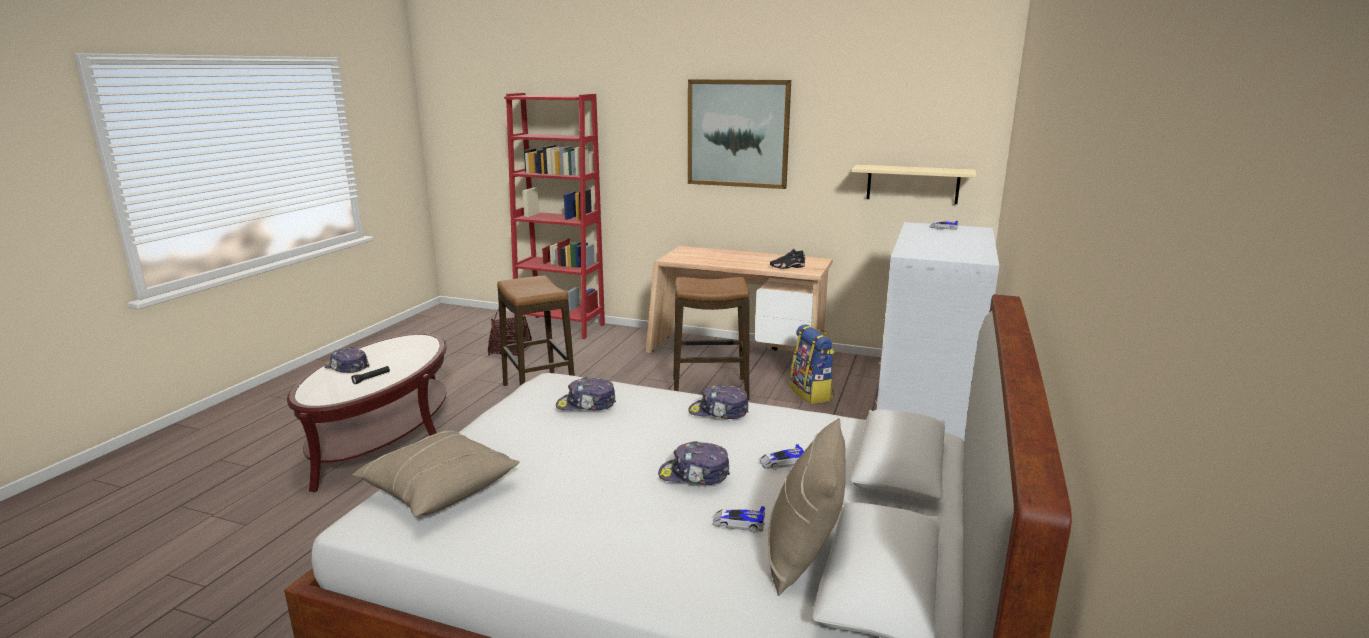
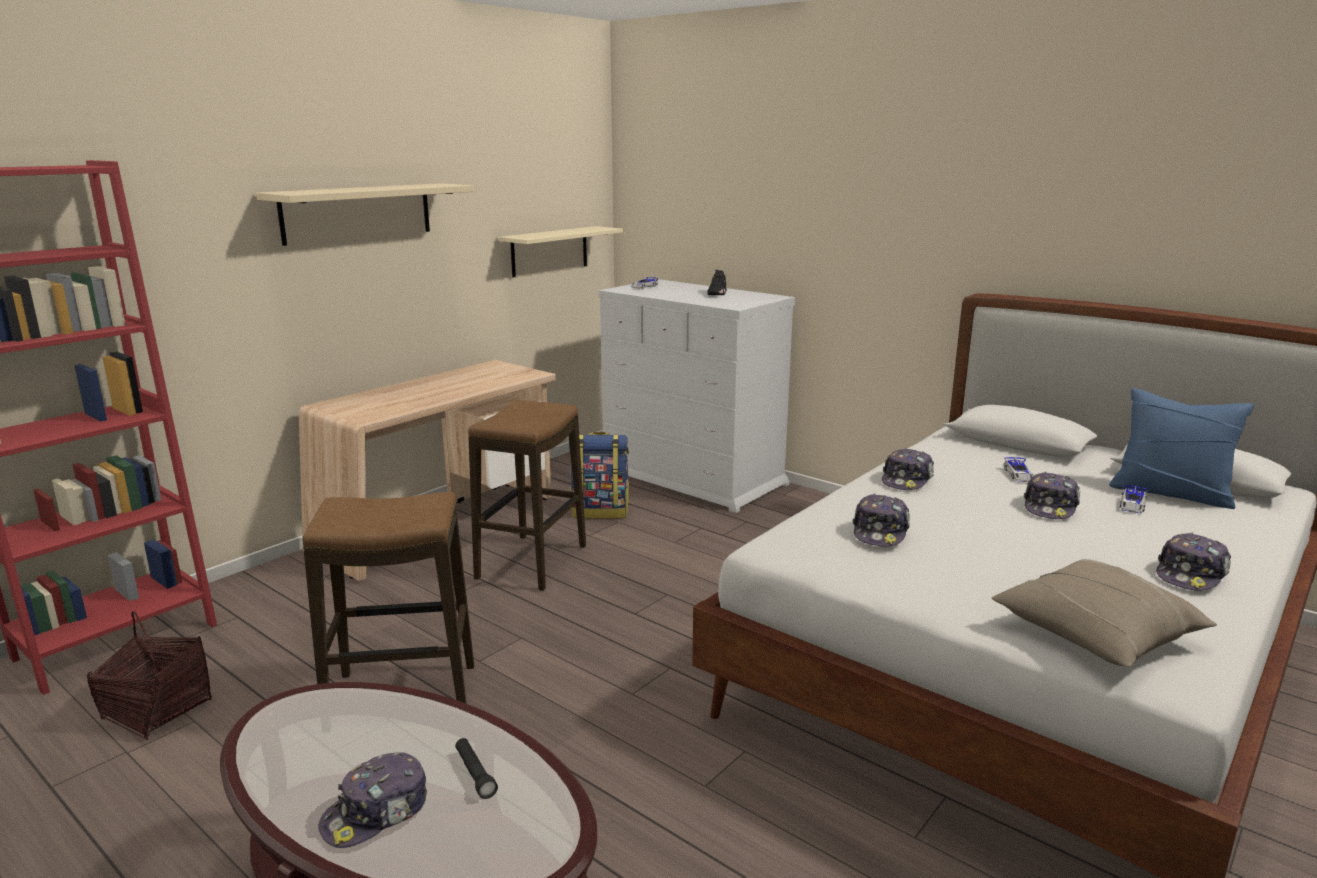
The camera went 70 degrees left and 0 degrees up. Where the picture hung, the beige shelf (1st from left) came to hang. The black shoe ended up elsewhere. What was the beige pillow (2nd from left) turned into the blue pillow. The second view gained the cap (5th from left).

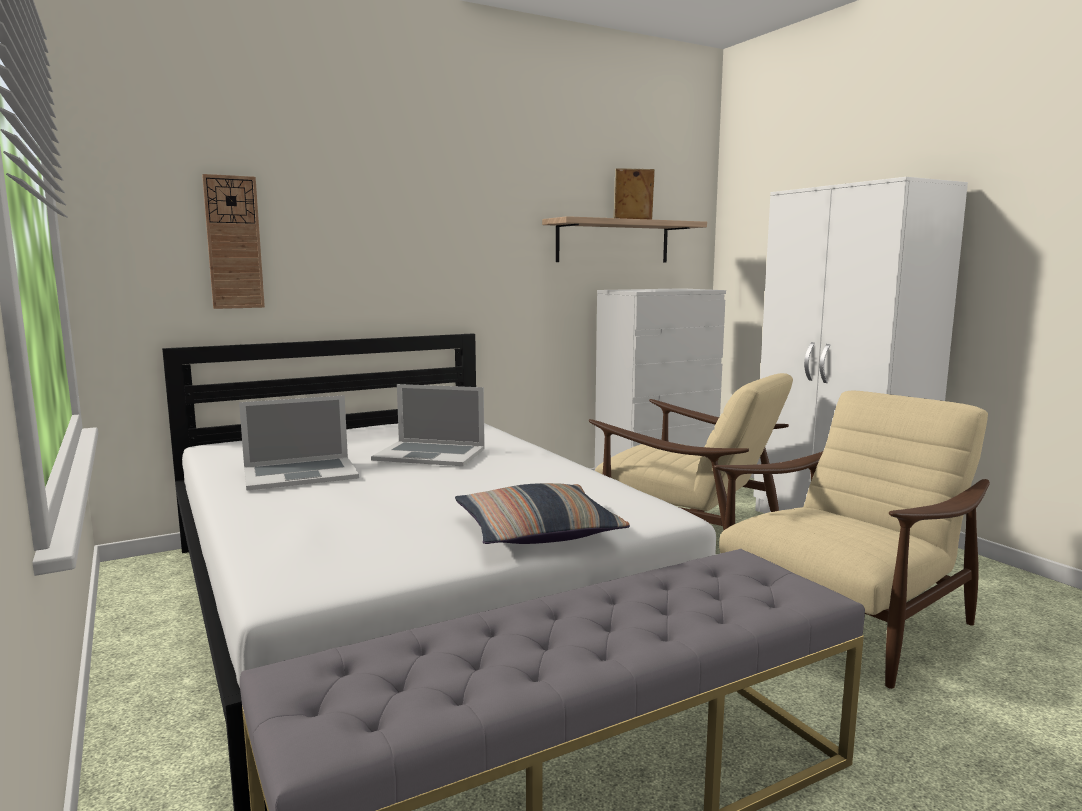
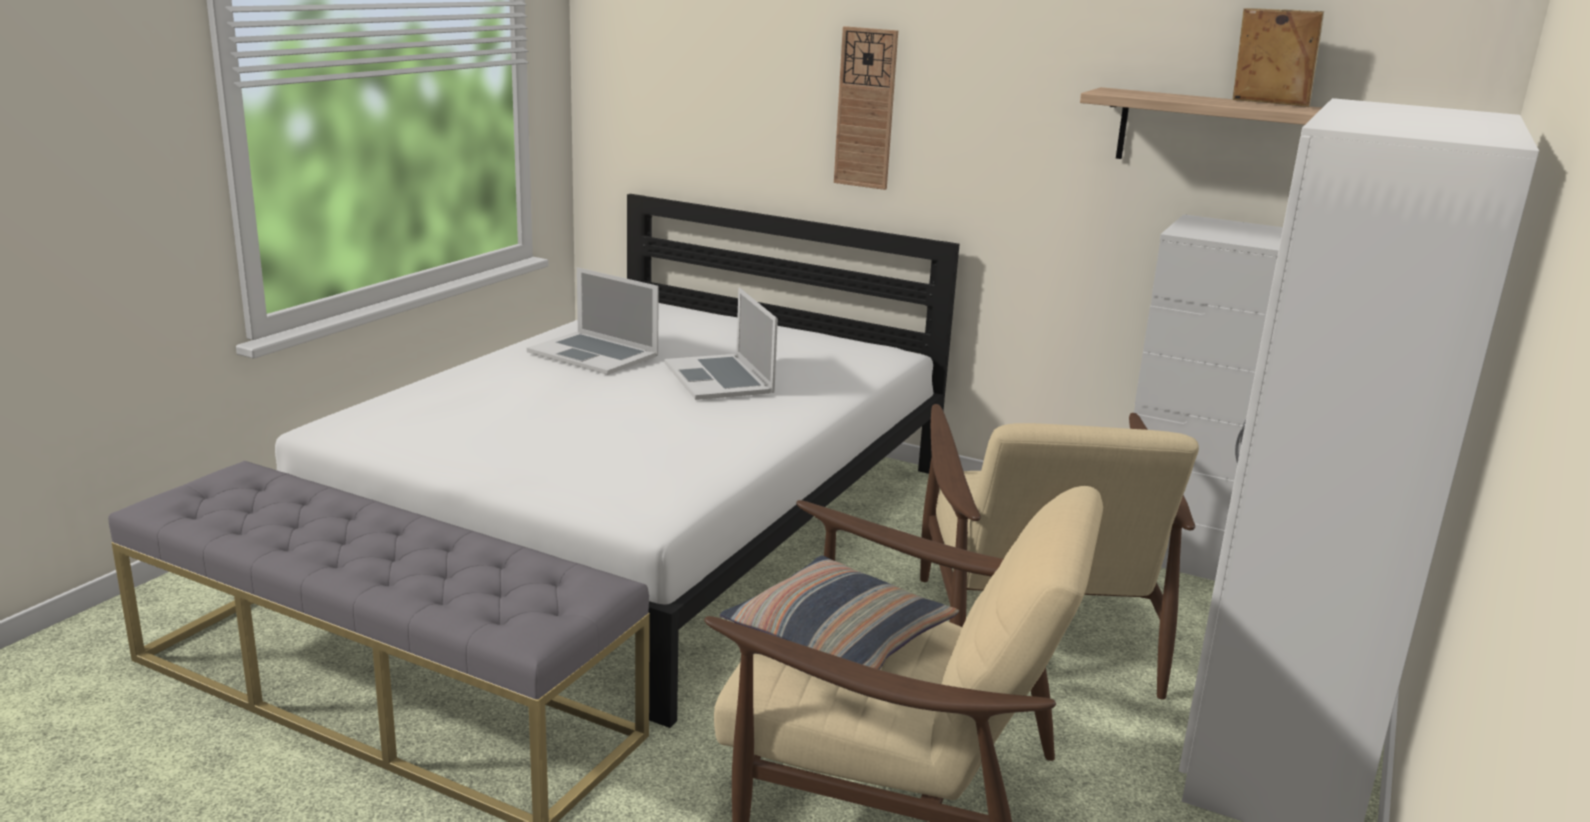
The camera went 55 degrees right and 10 degrees up. The wall clock ended up elsewhere. The pillow ended up elsewhere.

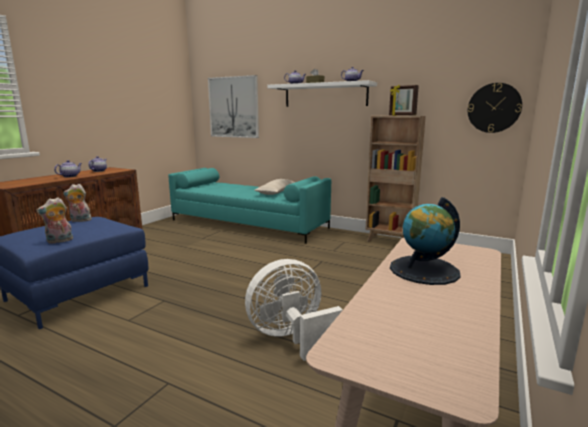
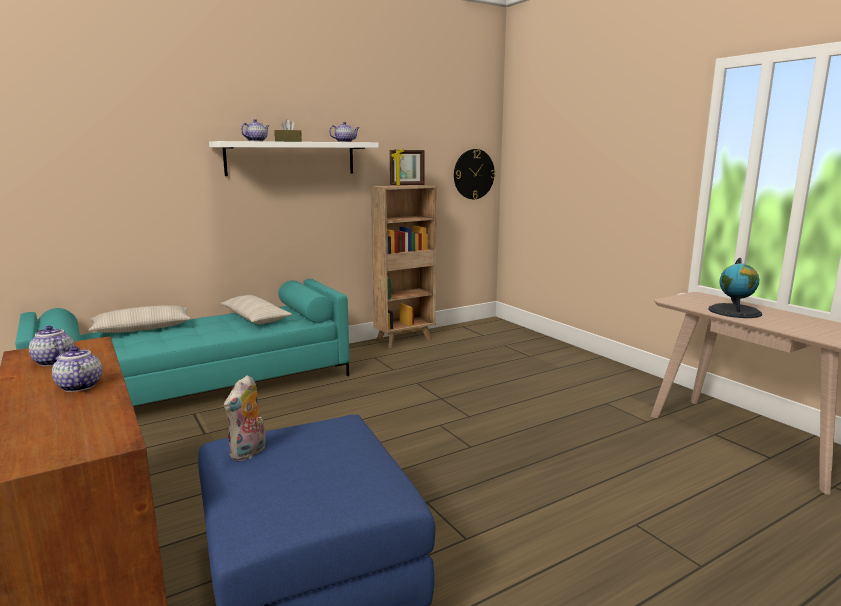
The camera went 60 degrees left and 0 degrees up. The second view lost the picture. The second view lost the plush toy (1st from left). The second view lost the white fan. The second view gained the beige pillow (1st from left).

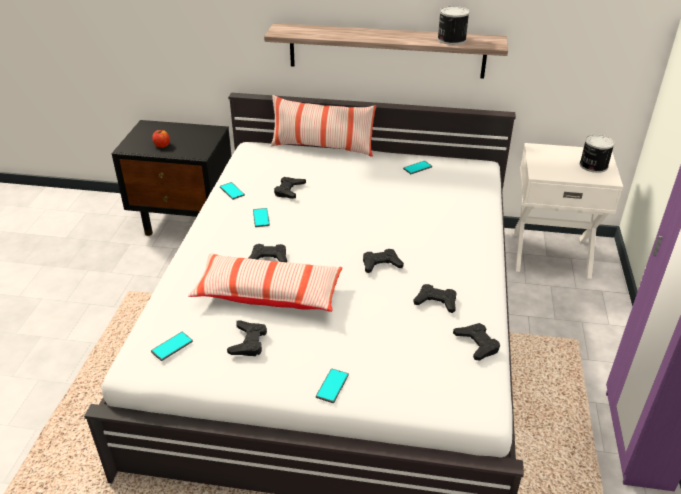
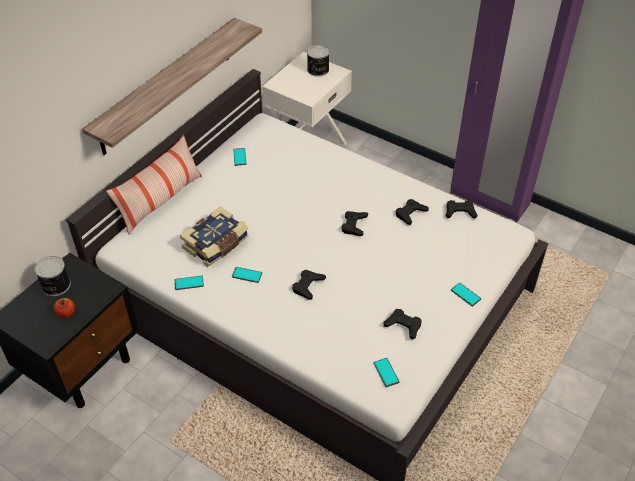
The camera went 65 degrees left and 10 degrees up. The can (1st from left) ended up elsewhere. Where the black game controller (3rd from left) stood, the book came to stand. The second view lost the pillow (1st from left).

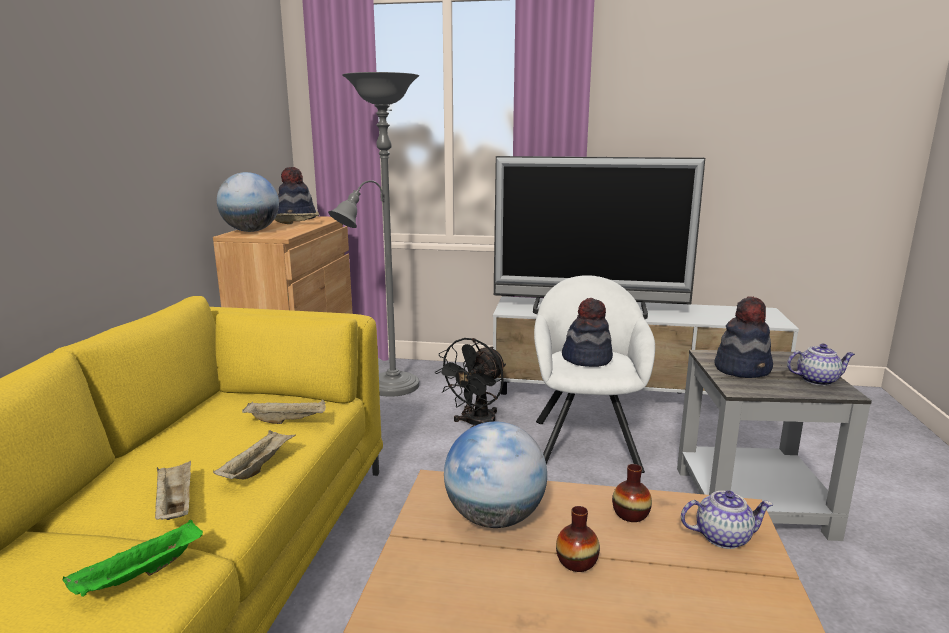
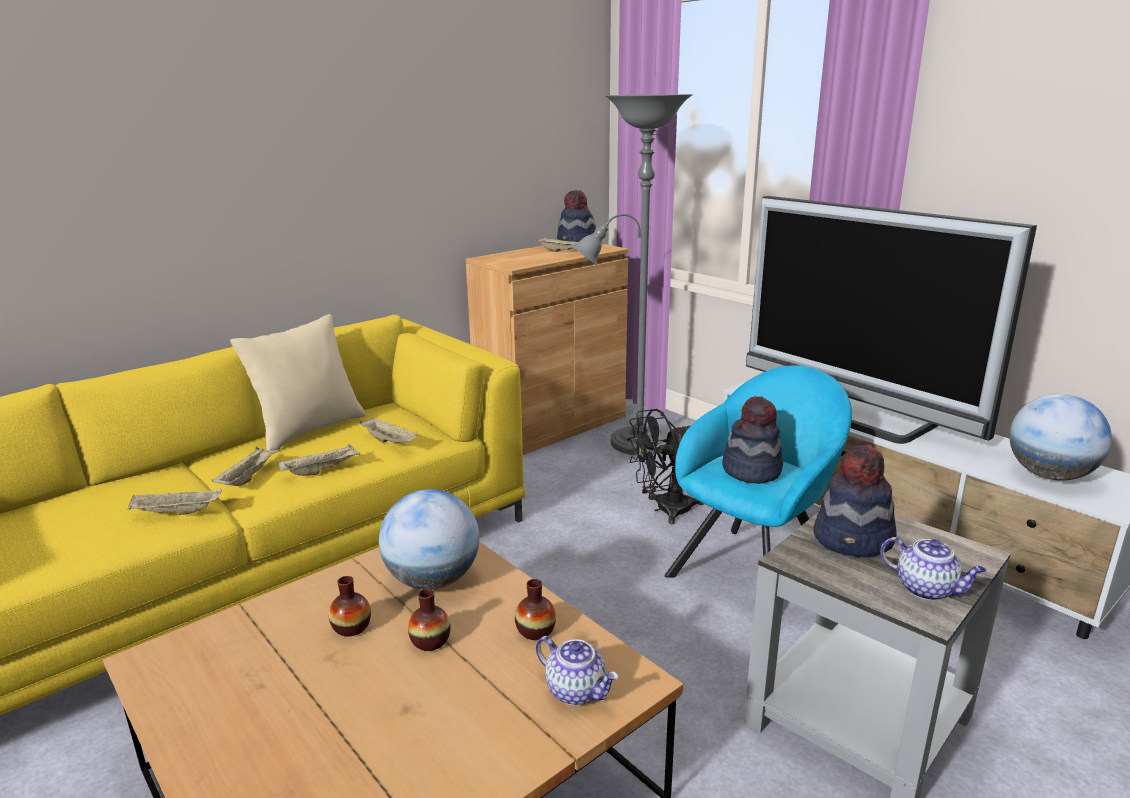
The camera went 40 degrees right and 5 degrees up. The globe (1st from left in the first image) ended up elsewhere. What was the white armchair turned into the turquoise armchair. What was the green tray turned into the beige tray (1st from left). The second view gained the beige pillow. The second view gained the vase (1st from left).

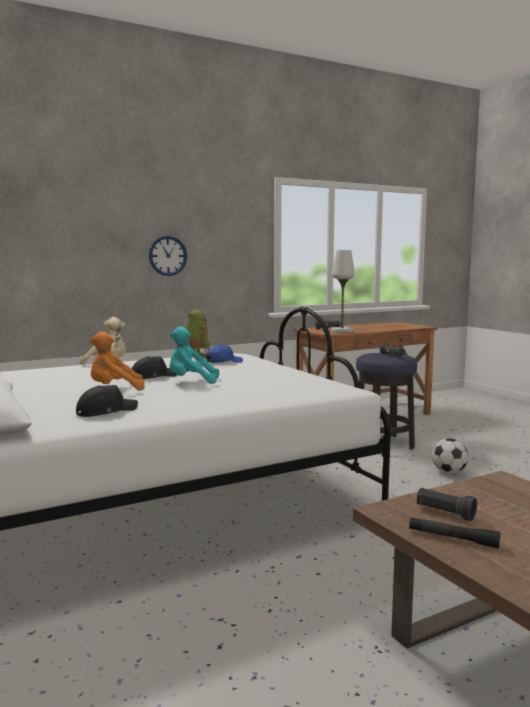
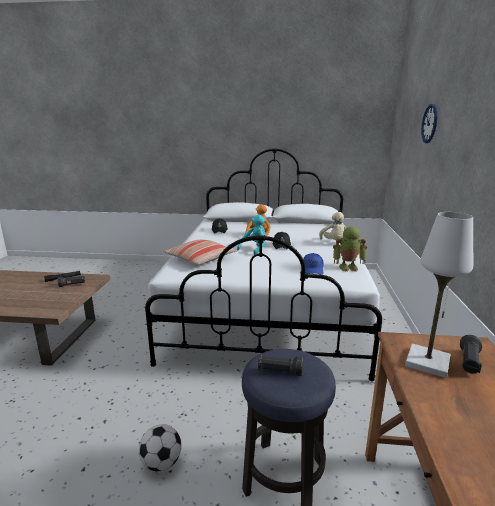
The camera went 125 degrees right and 10 degrees up. The wall clock ended up elsewhere. The second view gained the pillow.

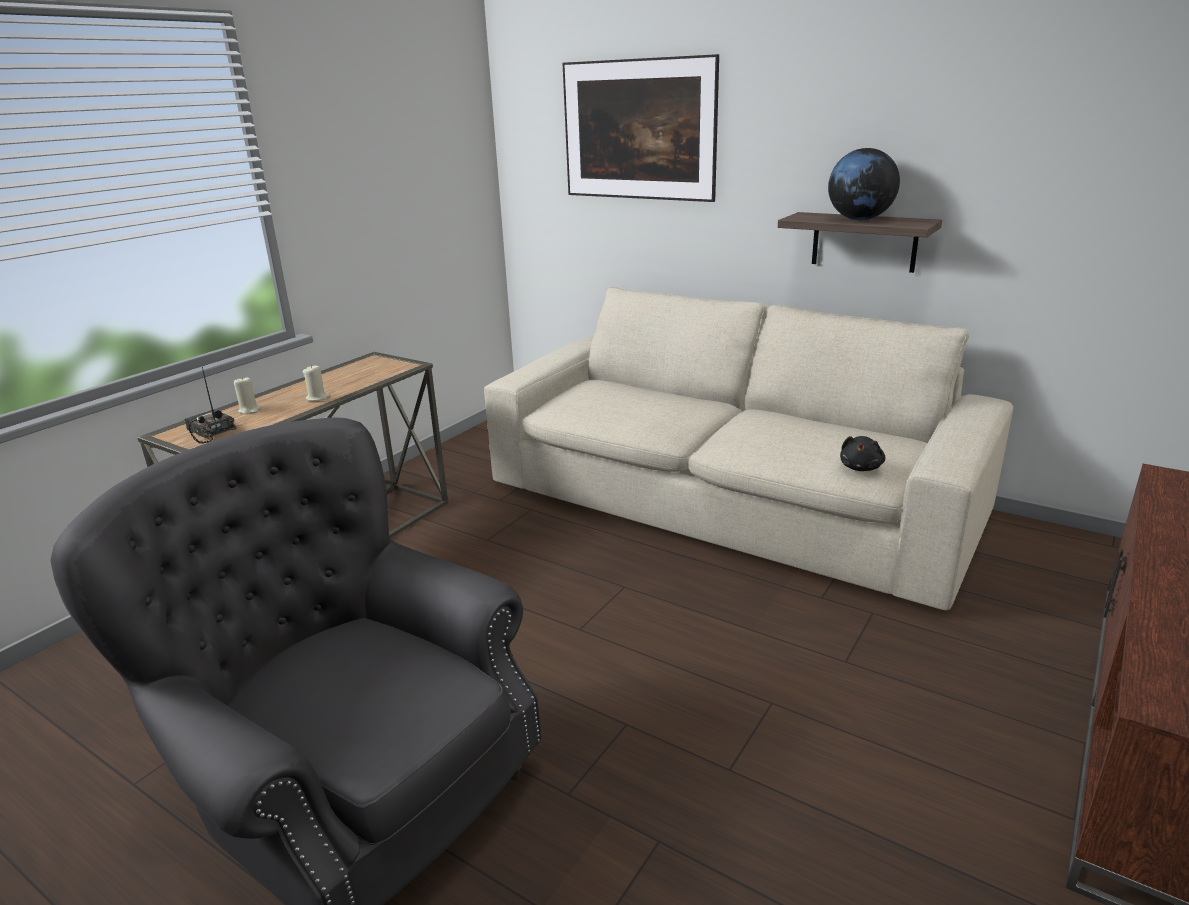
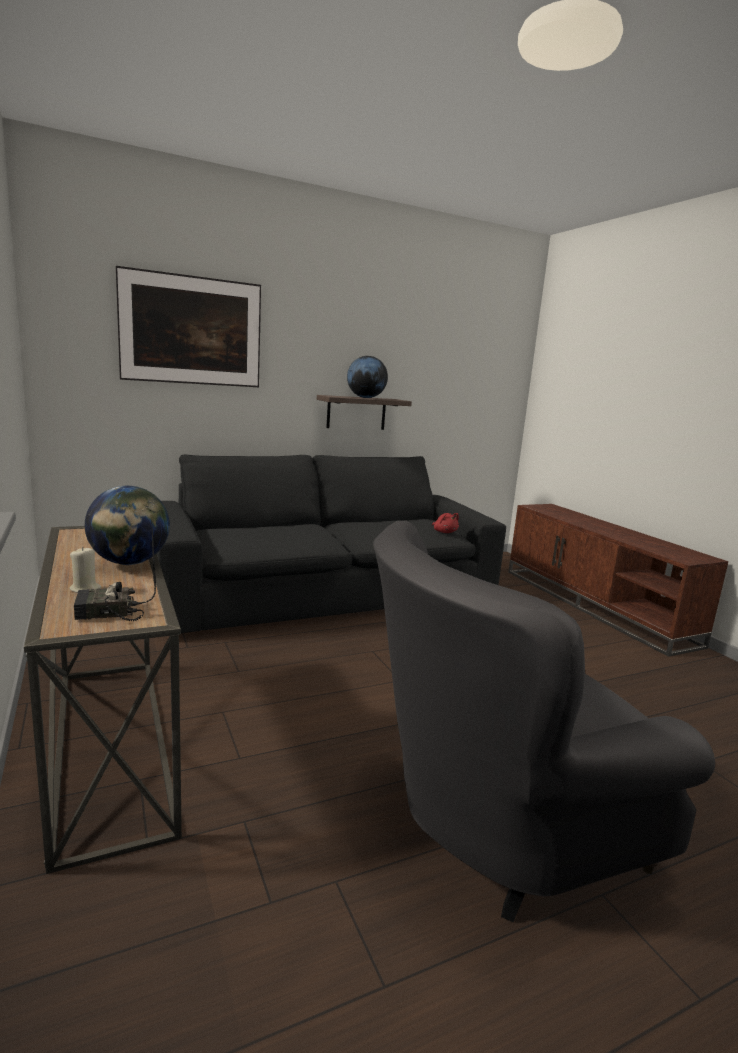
The camera went 60 degrees left and 10 degrees down. What was the beige sofa turned into the black sofa. Where the beige candle (2nd from left) stood, the globe (1st from left) came to stand. What was the black plush toy turned into the red plush toy.

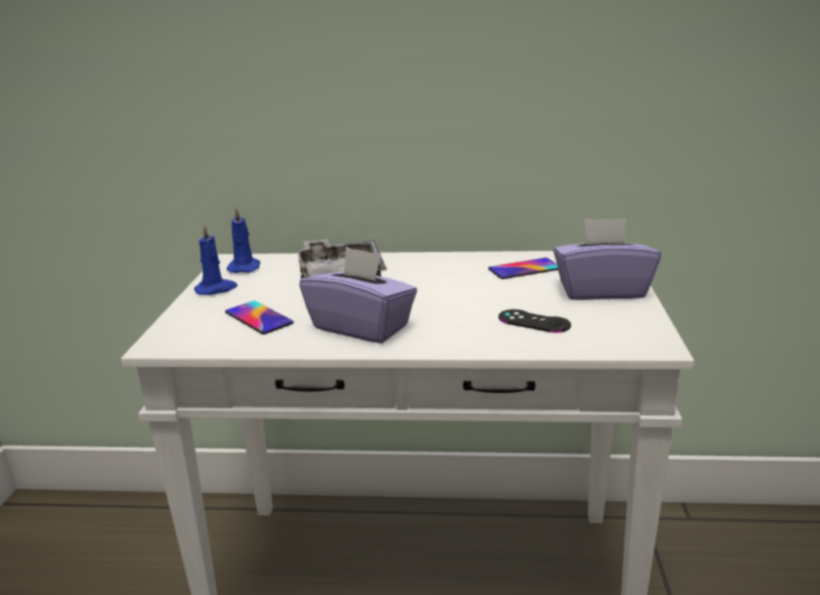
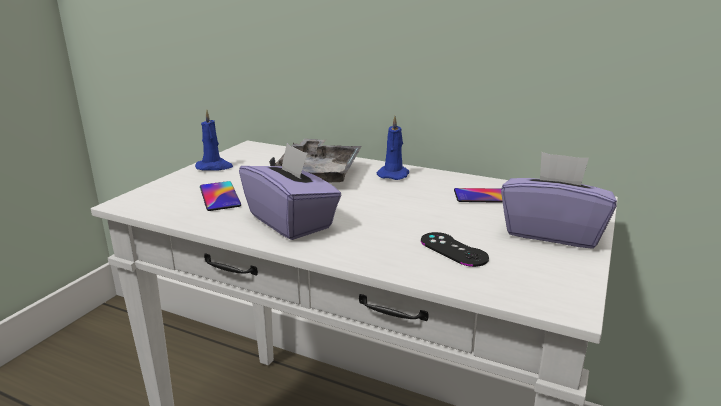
The camera went 20 degrees right and 0 degrees up. The blue candle (2nd from left) ended up elsewhere.

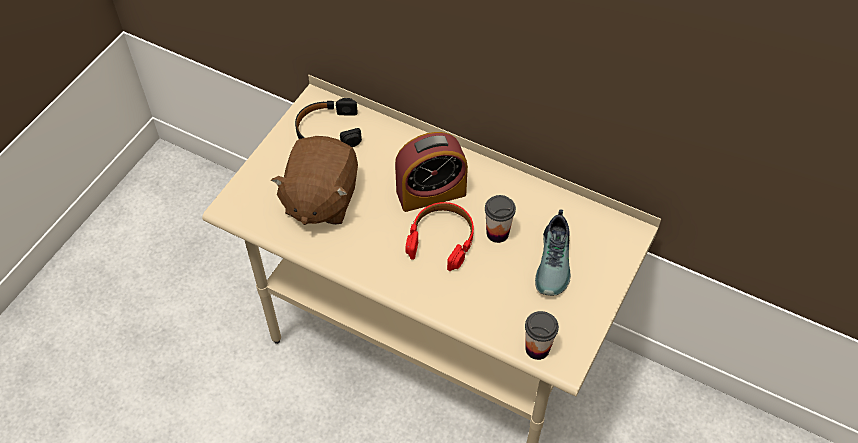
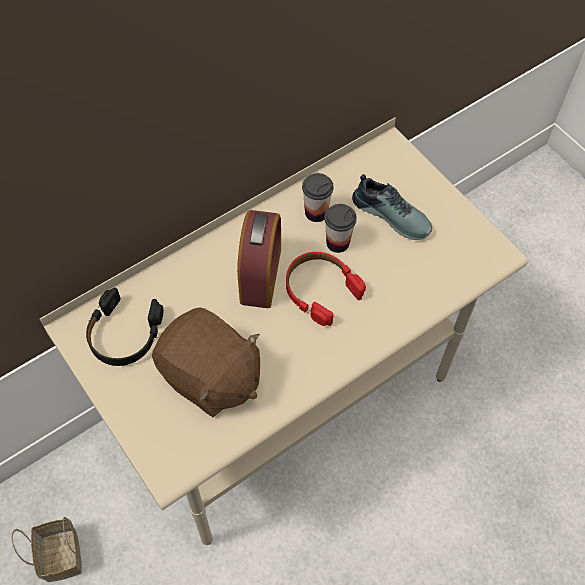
The camera went 65 degrees left and 5 degrees up. The cup (2nd from left in the first image) ended up elsewhere. The second view gained the basket.

